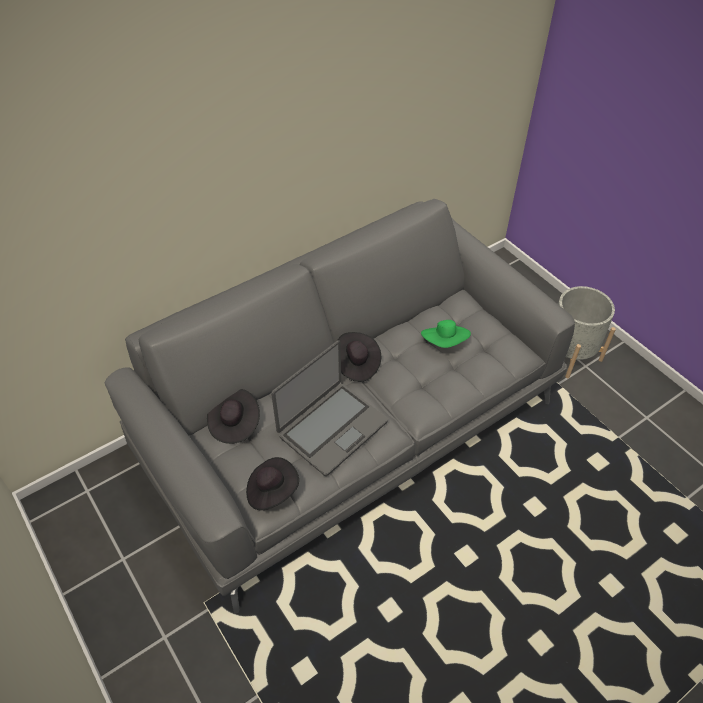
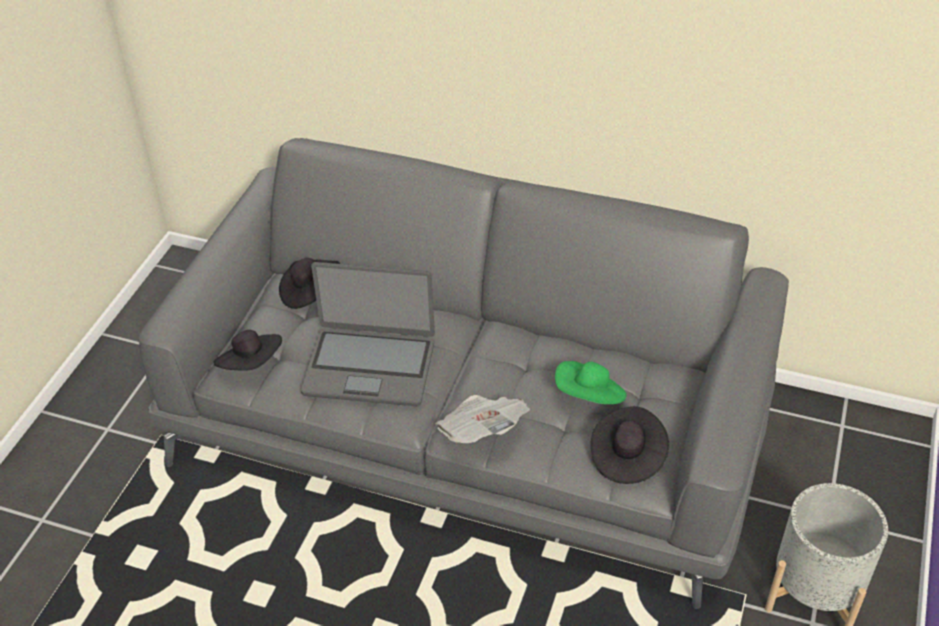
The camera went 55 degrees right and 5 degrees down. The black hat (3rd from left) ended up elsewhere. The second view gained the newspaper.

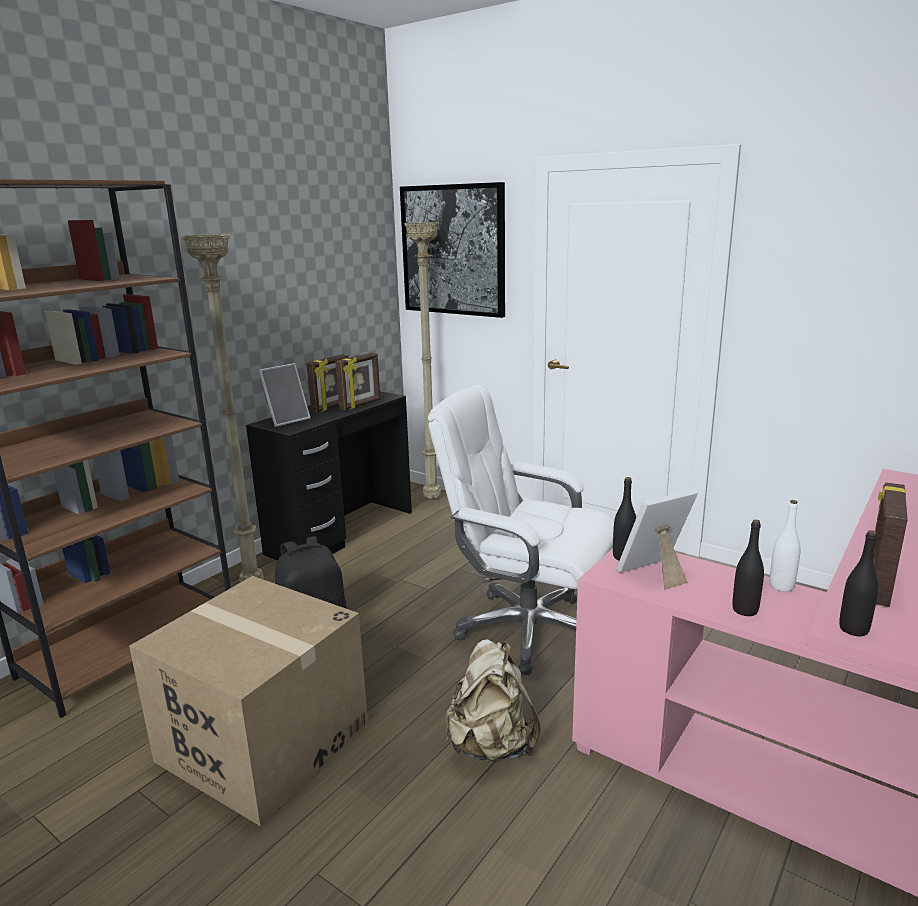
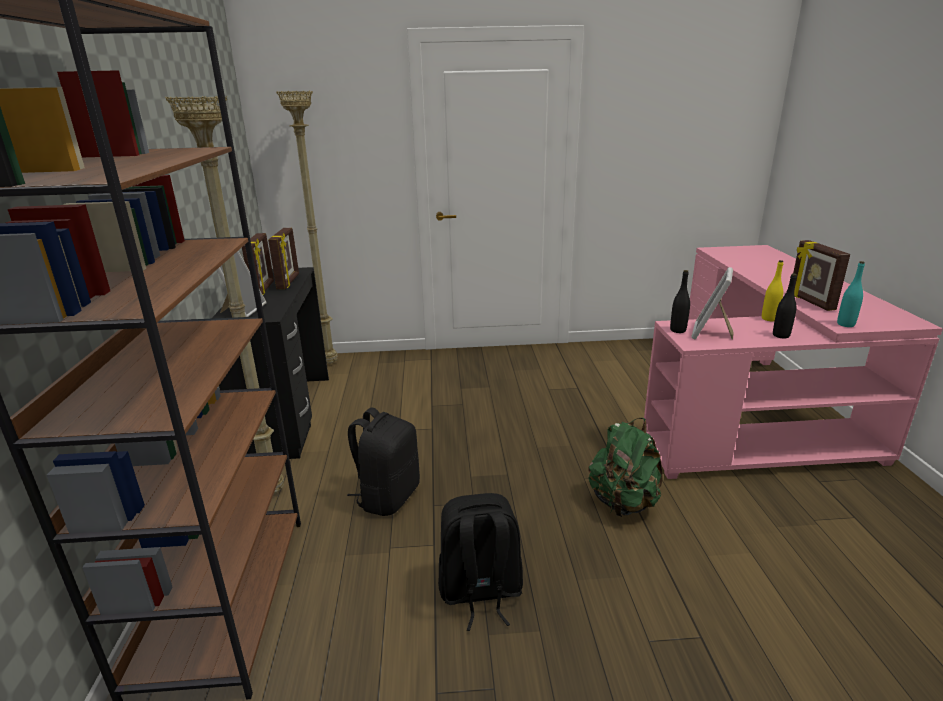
The camera went 40 degrees left and 5 degrees up. The second view lost the picture. The second view lost the white office chair. What was the white bottle turned into the yellow bottle. What was the black bottle (3rd from left) turned into the turquoise bottle. Where the cardboard box stood, the black backpack (2nd from left) came to stand. What was the beige backpack turned into the green backpack.

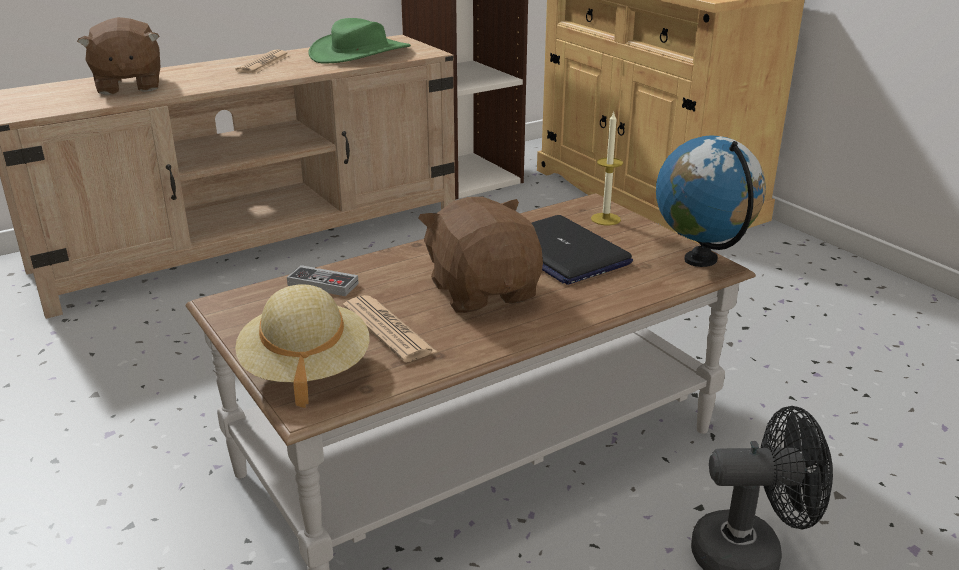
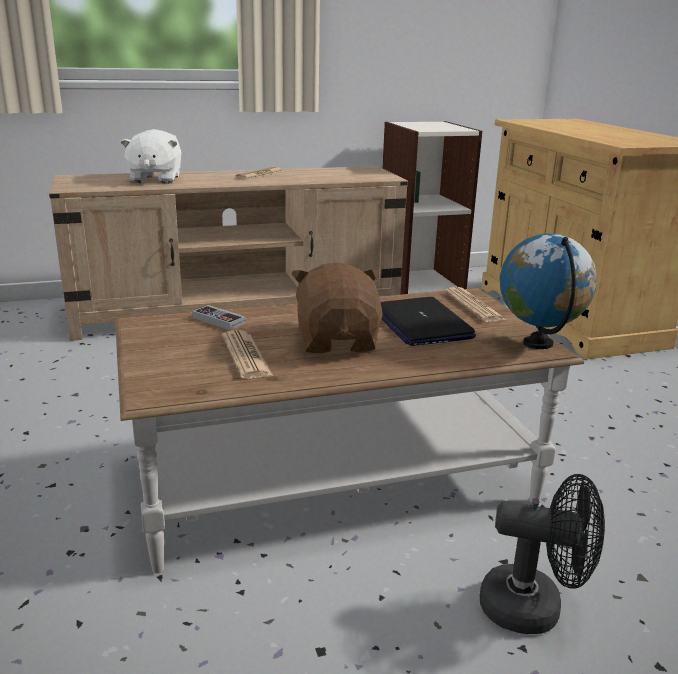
The camera went 15 degrees right and 5 degrees down. What was the brown plush toy (1st from left) turned into the white plush toy. The second view lost the green hat. Where the candle stood, the newspaper (3rd from left) came to stand. The second view lost the beige hat.

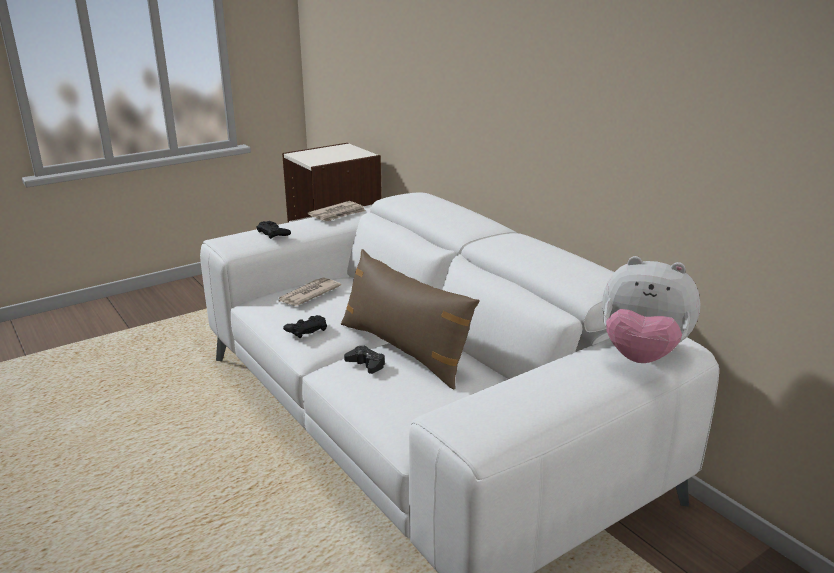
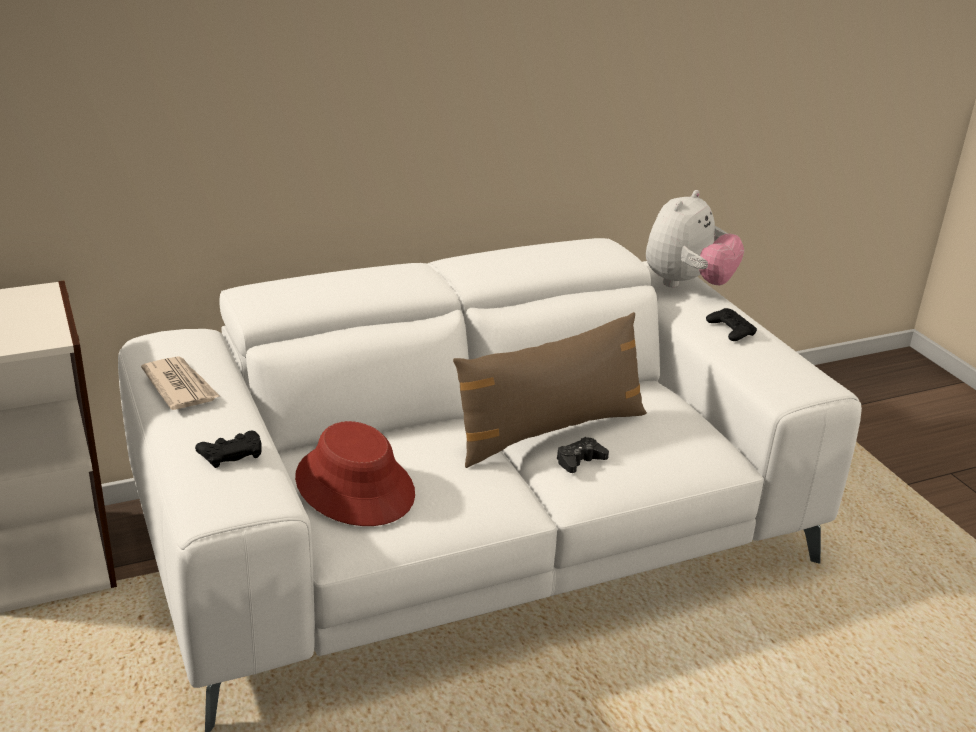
The camera went 80 degrees left and 5 degrees up. Where the newspaper (1st from left) stood, the red hat came to stand. The black game controller (2nd from left in the first image) ended up elsewhere.

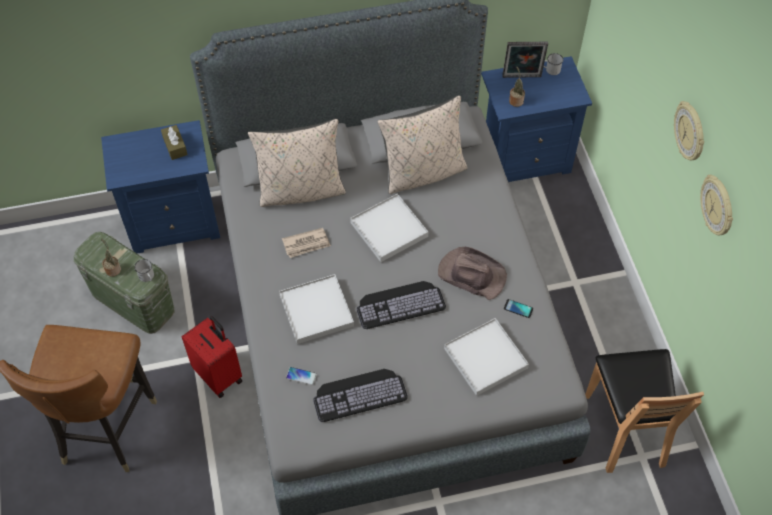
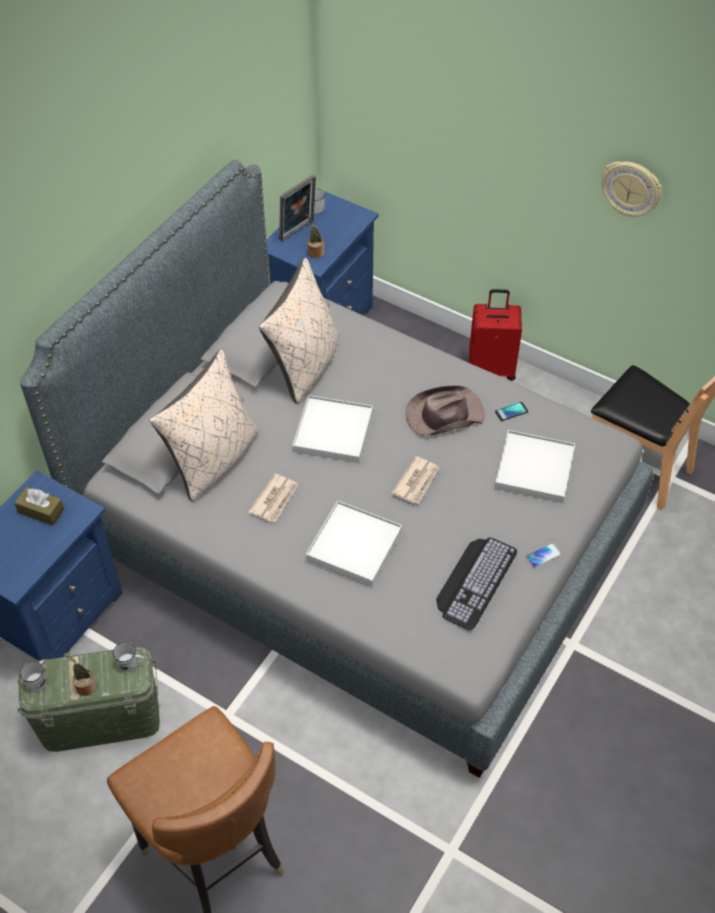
The camera went 45 degrees left and 5 degrees down. The second view lost the wall clock (1st from left). Where the keyboard (2nd from left) stood, the newspaper (2nd from left) came to stand. The red suitcase ended up elsewhere. The phone (1st from left in the first image) ended up elsewhere. The second view gained the white mug (1st from left).

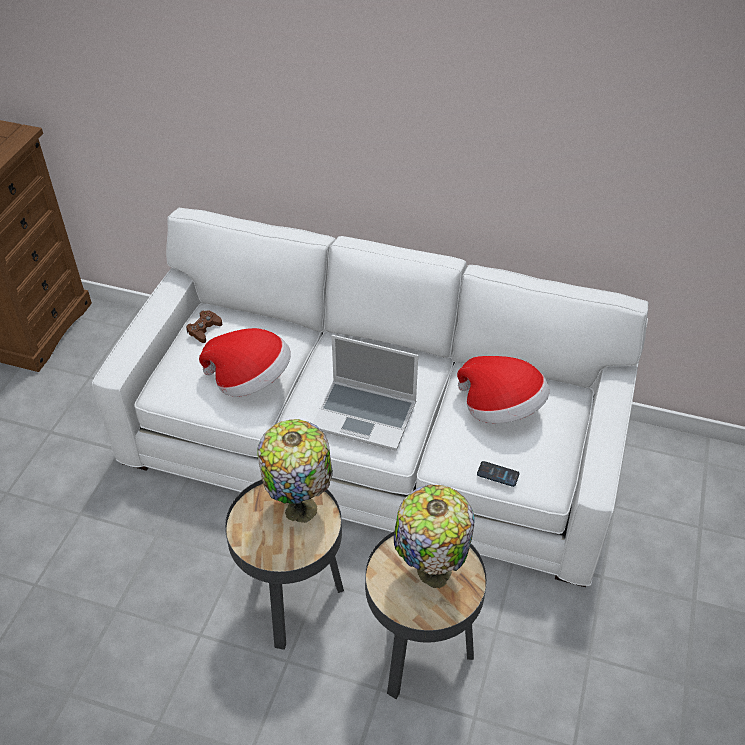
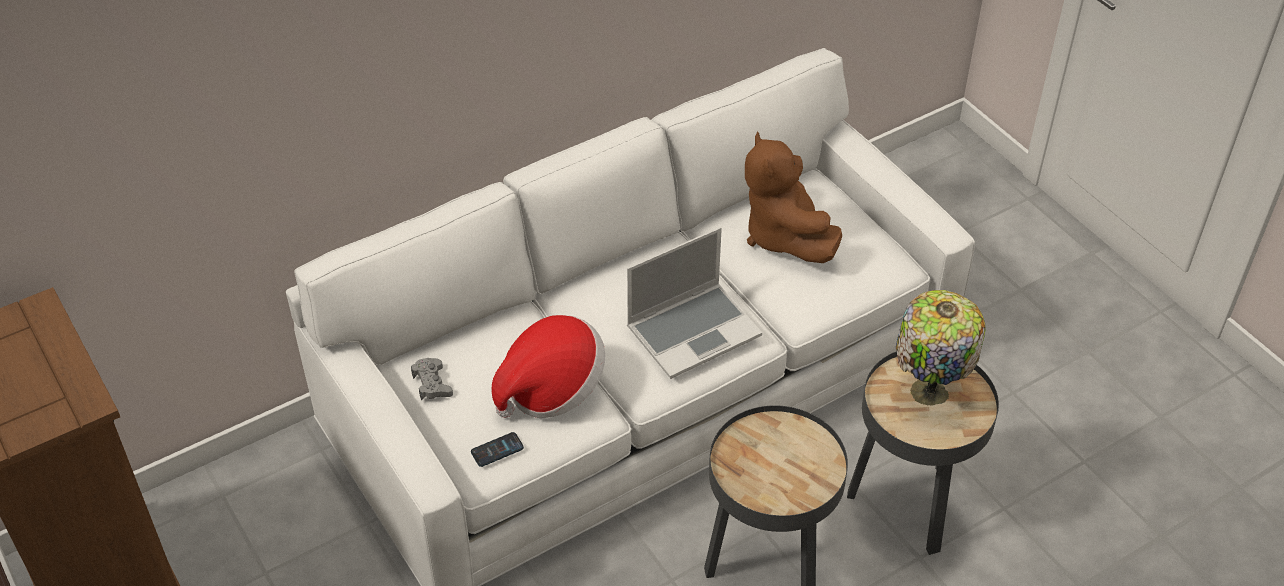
The camera went 50 degrees left and 0 degrees up. What was the brown game controller turned into the grey game controller. Where the hat (2nd from left) stood, the brown plush toy came to stand. The second view lost the table lamp (1st from left). The phone ended up elsewhere.

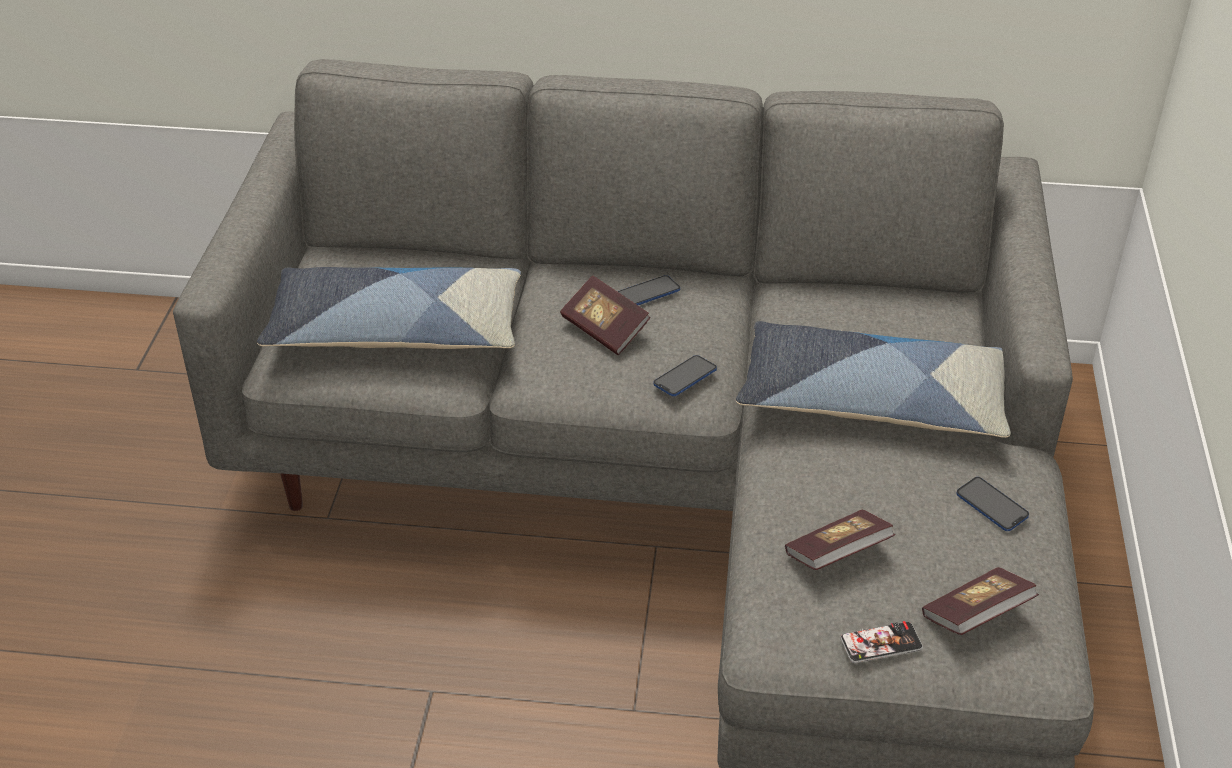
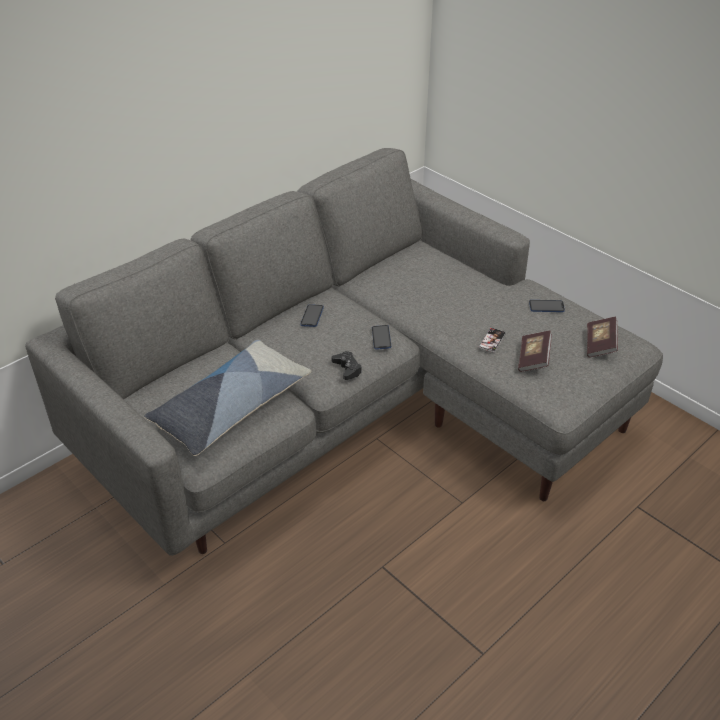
The camera went 50 degrees left and 0 degrees up. The second view lost the book (1st from left). The second view lost the pillow (2nd from left). The phone (3rd from left) ended up elsewhere. The second view gained the black game controller.

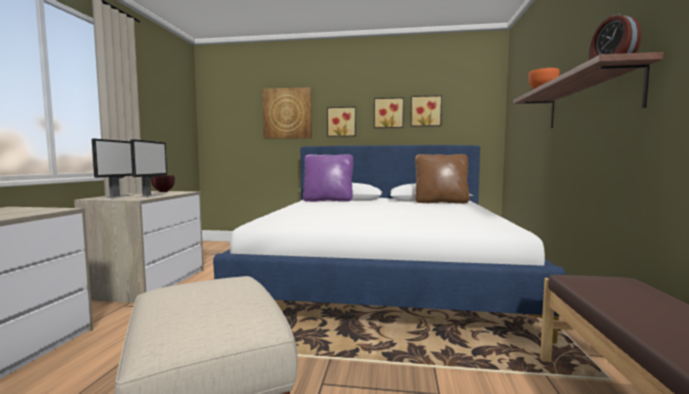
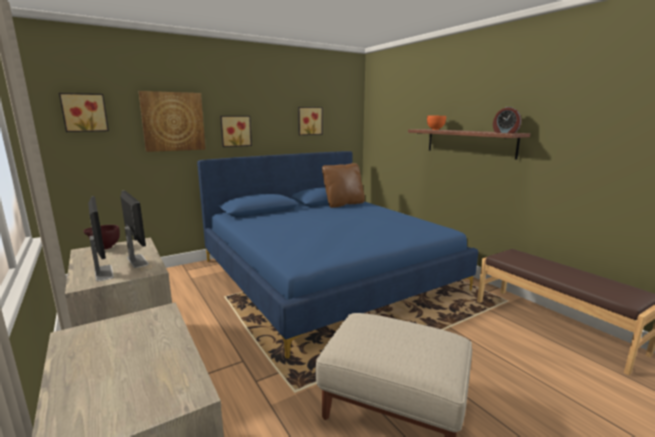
The camera went 40 degrees left and 10 degrees up. The picture (3rd from left in the first image) ended up elsewhere. What was the white bed turned into the blue bed. The second view lost the purple pillow.

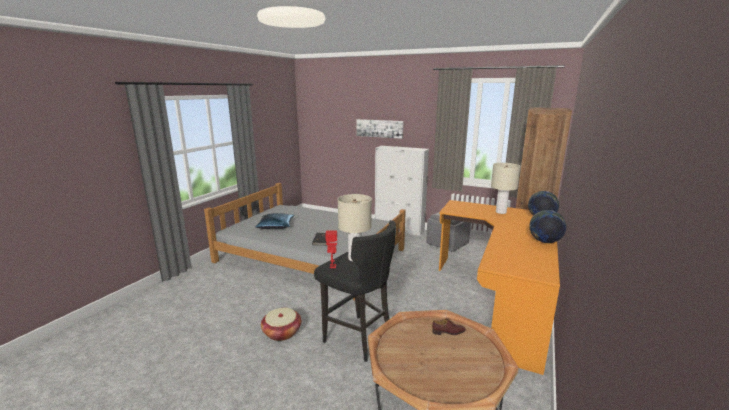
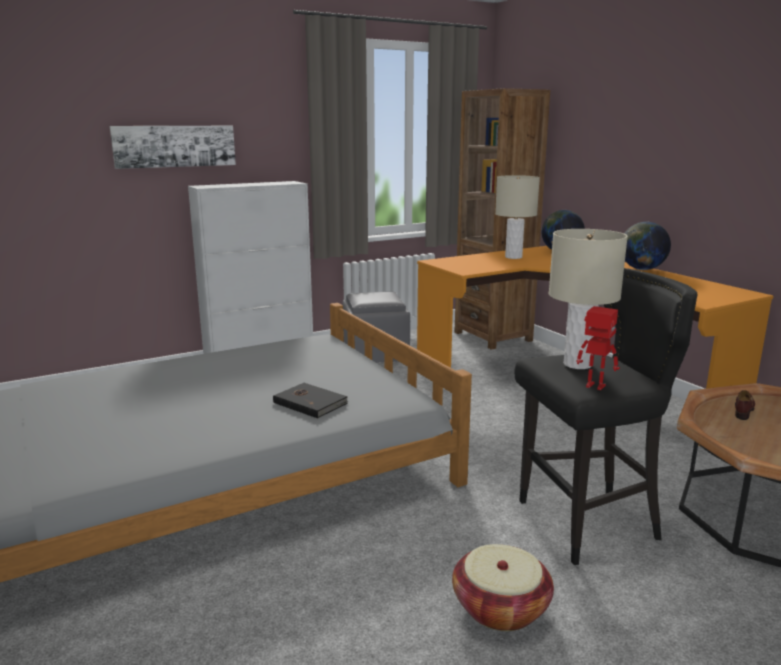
The camera went 55 degrees left and 0 degrees up. The second view lost the blue pillow.

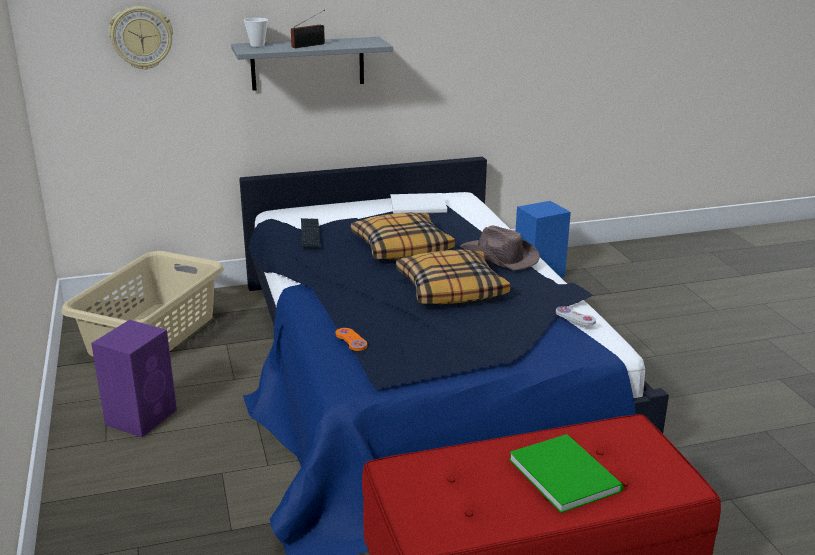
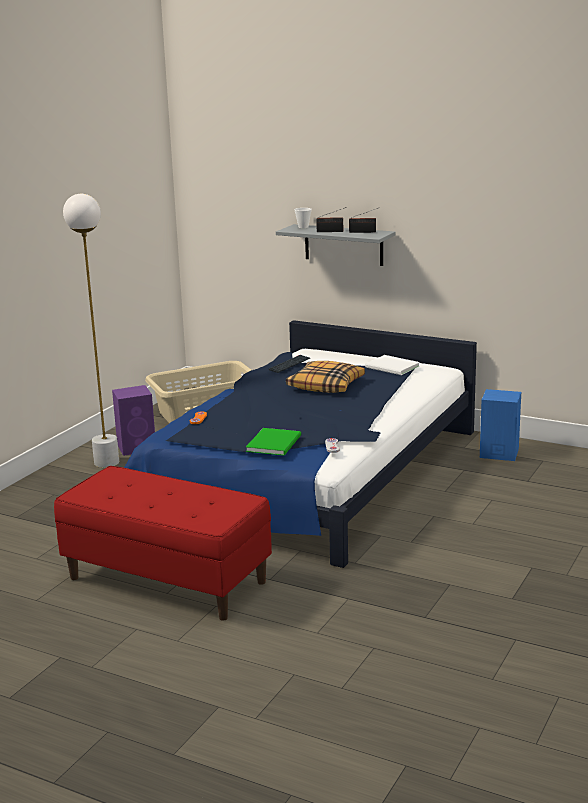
The camera went 45 degrees right and 5 degrees down. The second view lost the wall clock. The second view lost the brown hat. The second view lost the pillow (2nd from left). The green book ended up elsewhere. The second view gained the white floor lamp. The second view gained the radio (2nd from left).

